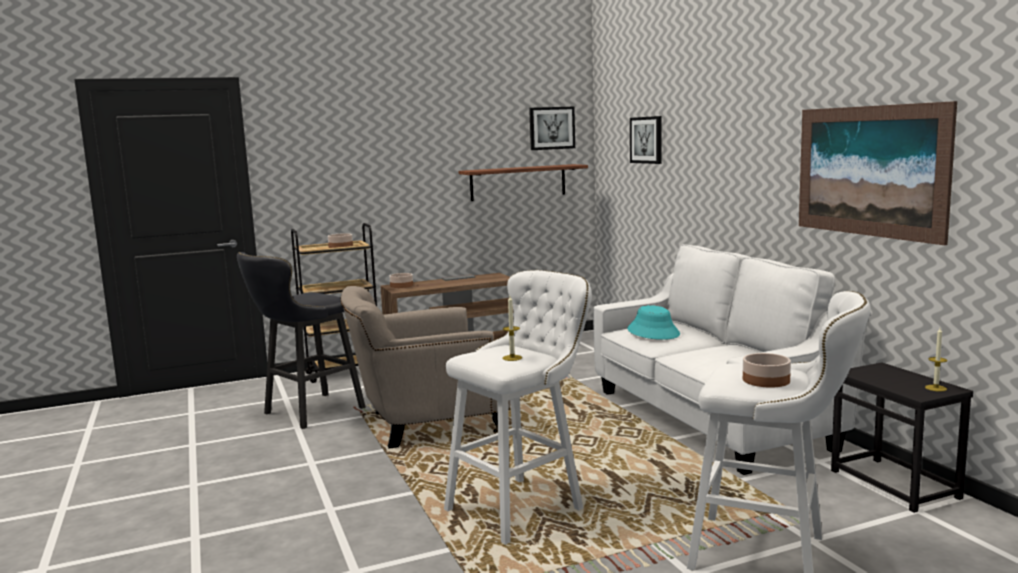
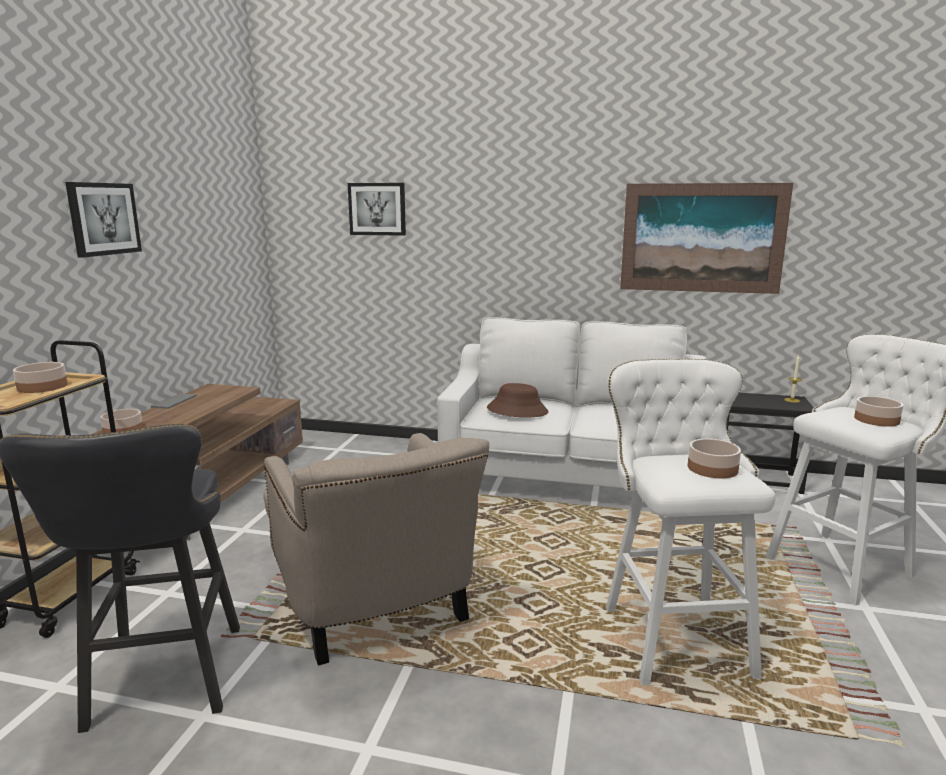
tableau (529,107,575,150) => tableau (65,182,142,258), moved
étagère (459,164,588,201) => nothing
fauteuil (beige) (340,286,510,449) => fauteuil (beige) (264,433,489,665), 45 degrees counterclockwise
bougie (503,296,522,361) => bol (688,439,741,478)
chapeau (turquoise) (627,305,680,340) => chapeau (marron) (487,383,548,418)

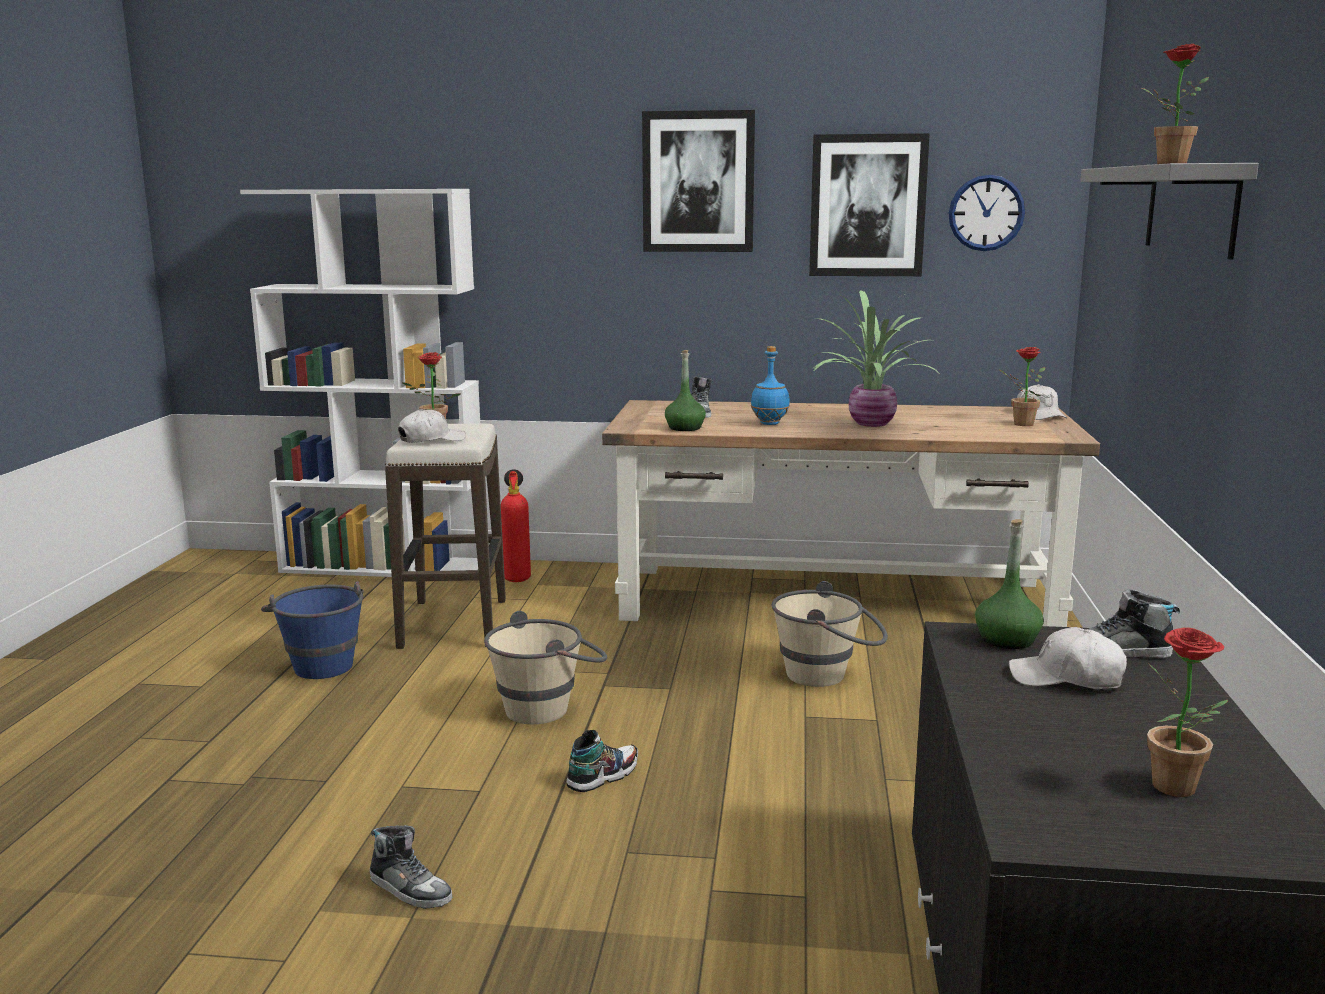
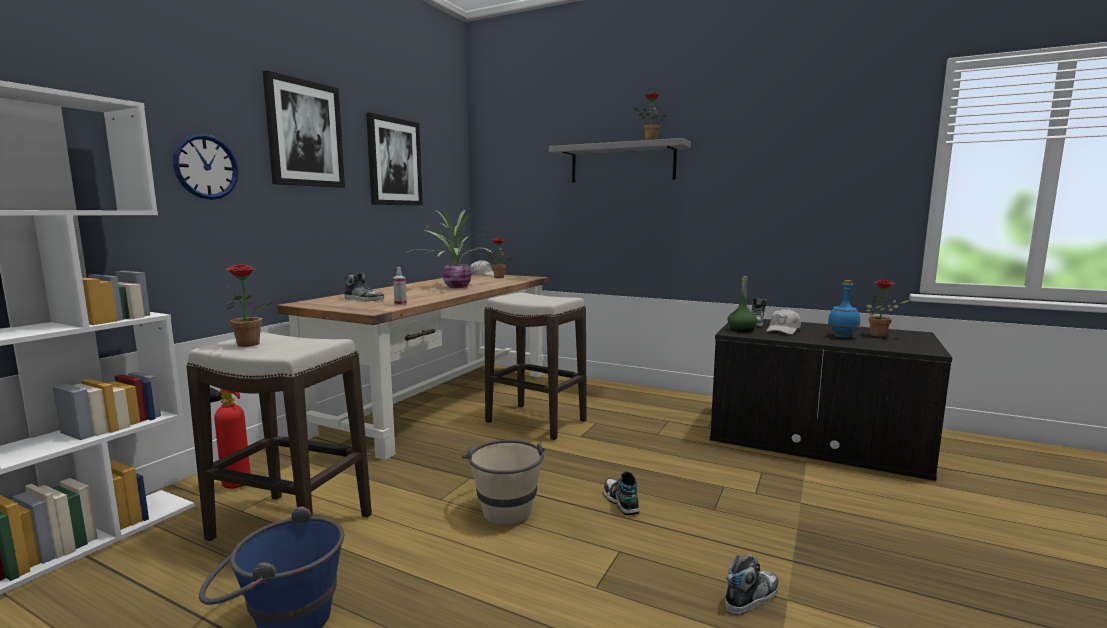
horloge murale (948,175,1025,251) => horloge murale (173,134,238,200), moved
bouteille (bleu) (751,346,790,425) => bouteille (bleu) (828,280,860,338), moved
bouteille (vert) (665,350,706,431) => vaporisateur (393,267,407,305)
casquette (blanc) (398,409,466,443) => nothing
seau (beige) (772,581,888,687) => tabouret (485,292,587,440)

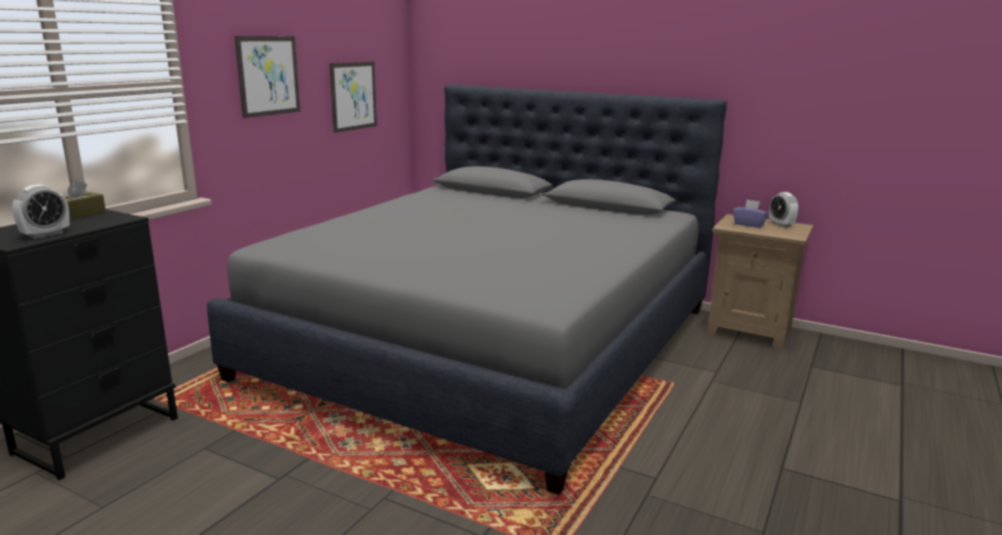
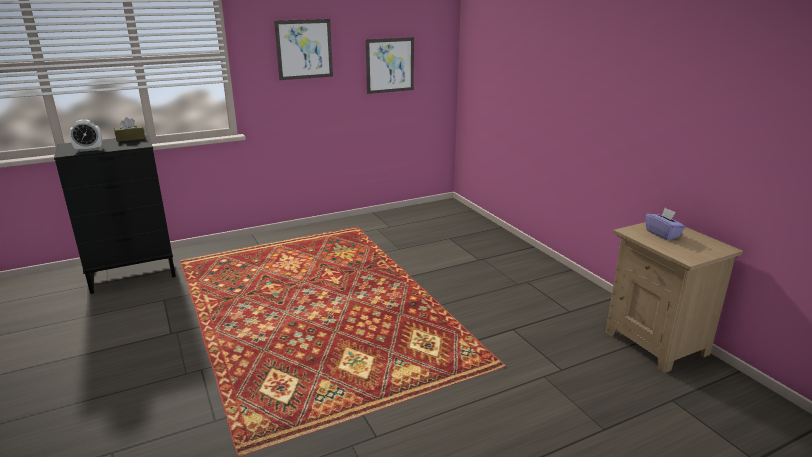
lit (gris) (207,84,727,495) => nothing
réveil (769,192,798,227) => nothing

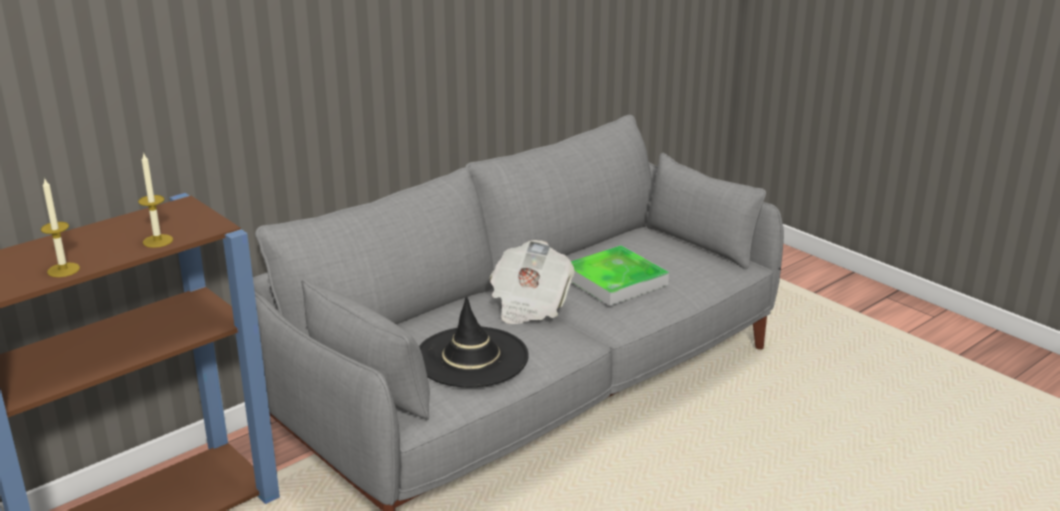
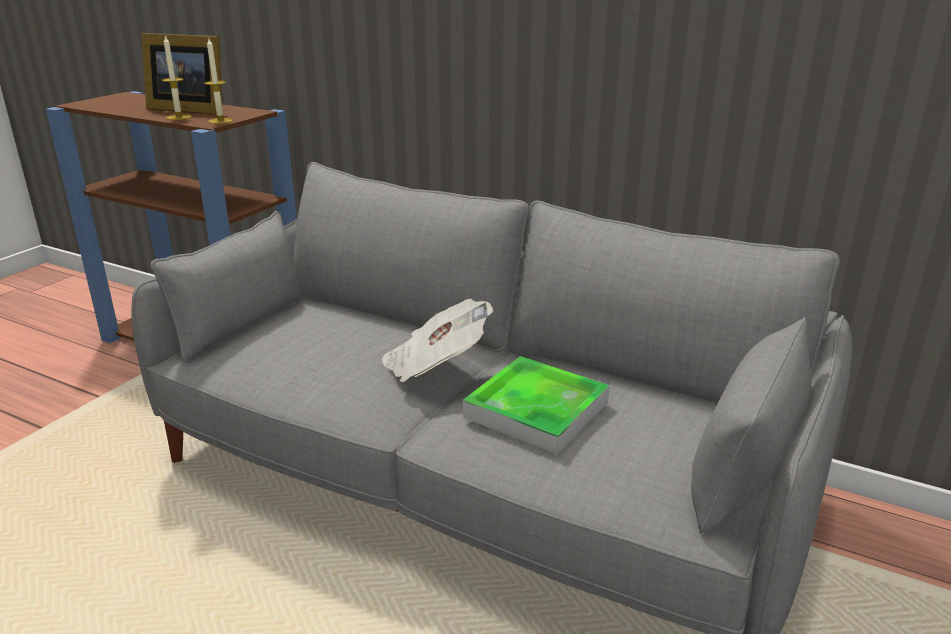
bougie (41,177,80,277) => bougie (204,38,234,124), moved
chapeau (noir) (419,296,529,388) => nothing
nothing => cadre photo (141,33,222,115)

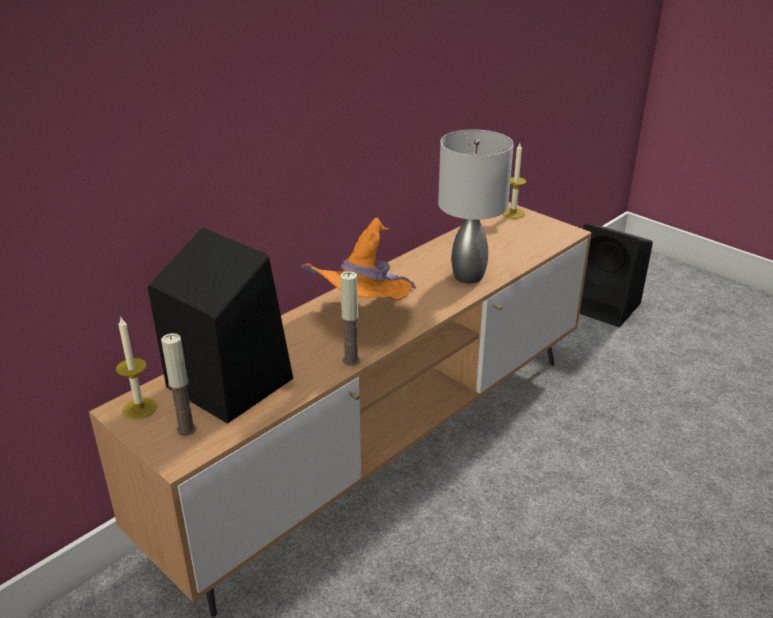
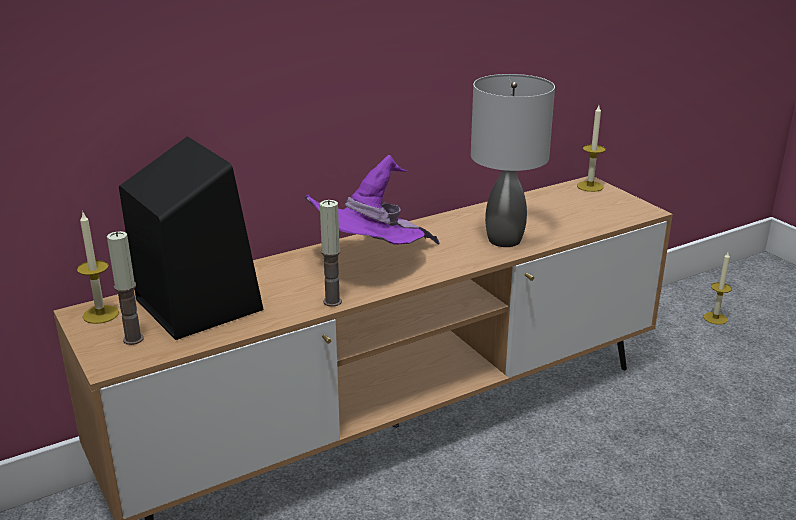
chapeau (orange) (301,218,416,300) => chapeau (violet) (304,155,440,245)
enceinte (noir) (580,224,653,327) => bougie (704,252,732,325)

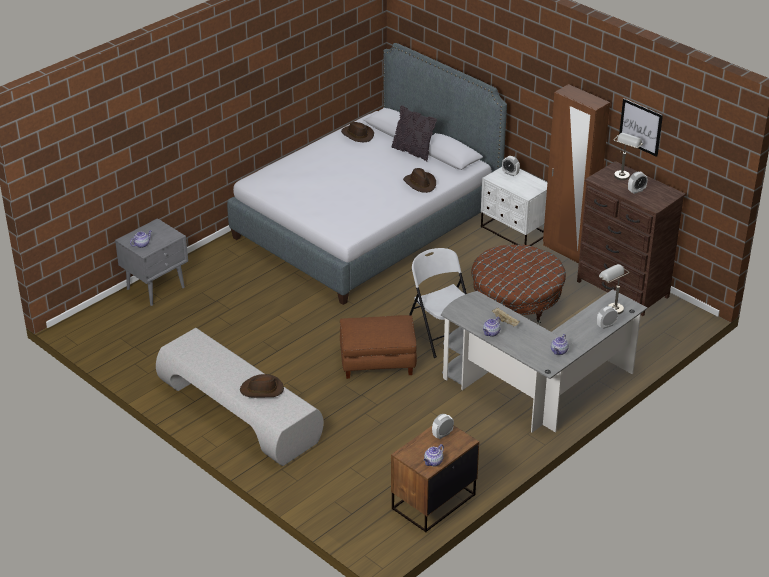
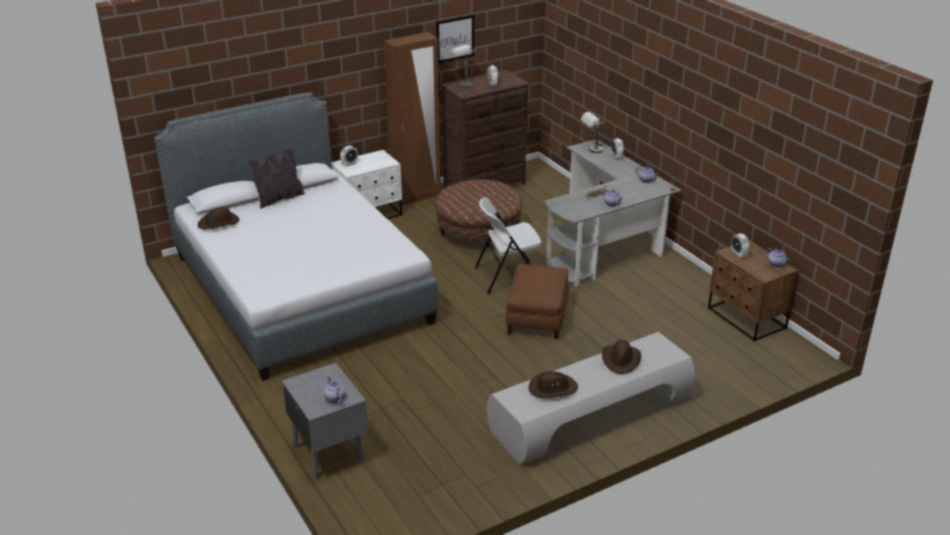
chapeau (marron) (403,168,436,193) => chapeau (marron) (529,371,578,399), moved

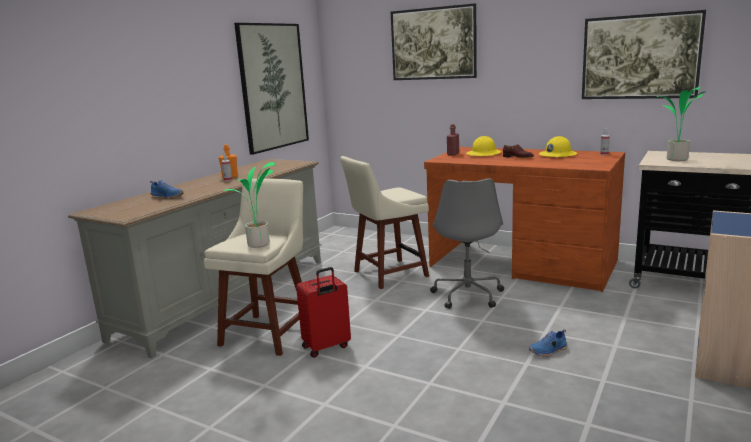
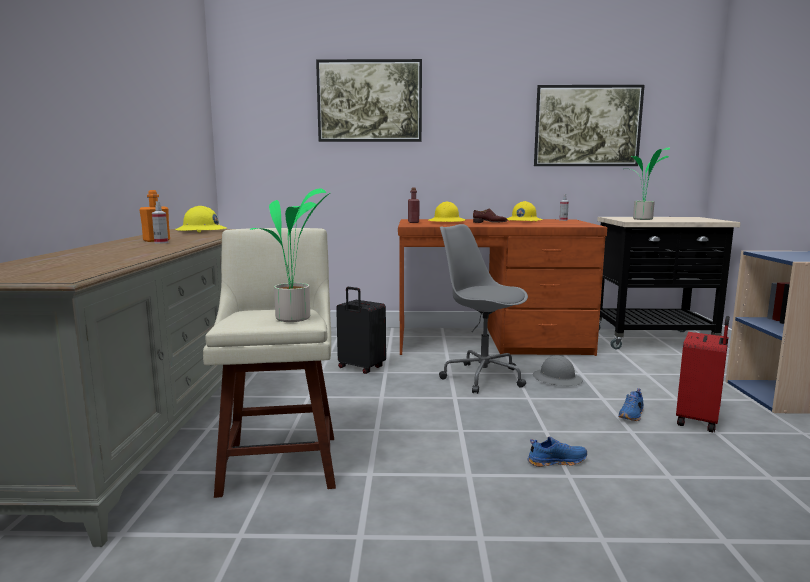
tableau (234,23,309,155) => nothing
tabouret (beige) (340,156,429,289) => valise (noir) (336,287,386,374)
chaise de bureau (gris) (430,178,505,309) => chaise de bureau (gris) (439,224,528,394), 150 degrees clockwise
chaussure (bleu) (150,180,184,199) => chaussure (bleu) (527,436,587,467), moved
valise (rouge) (296,267,351,358) => valise (rouge) (676,316,730,432), moved
nothing => casque de chantier (jaune) (175,206,227,232)
nothing => casque de chantier (gris) (533,355,583,386)

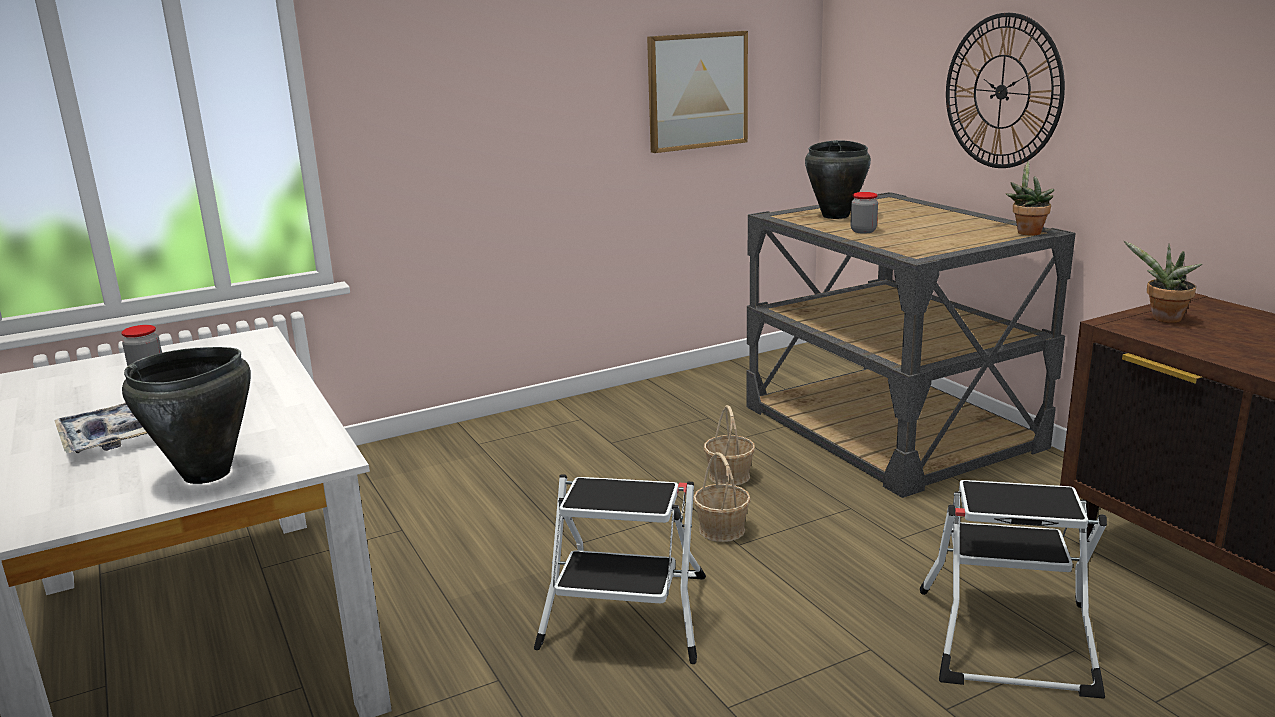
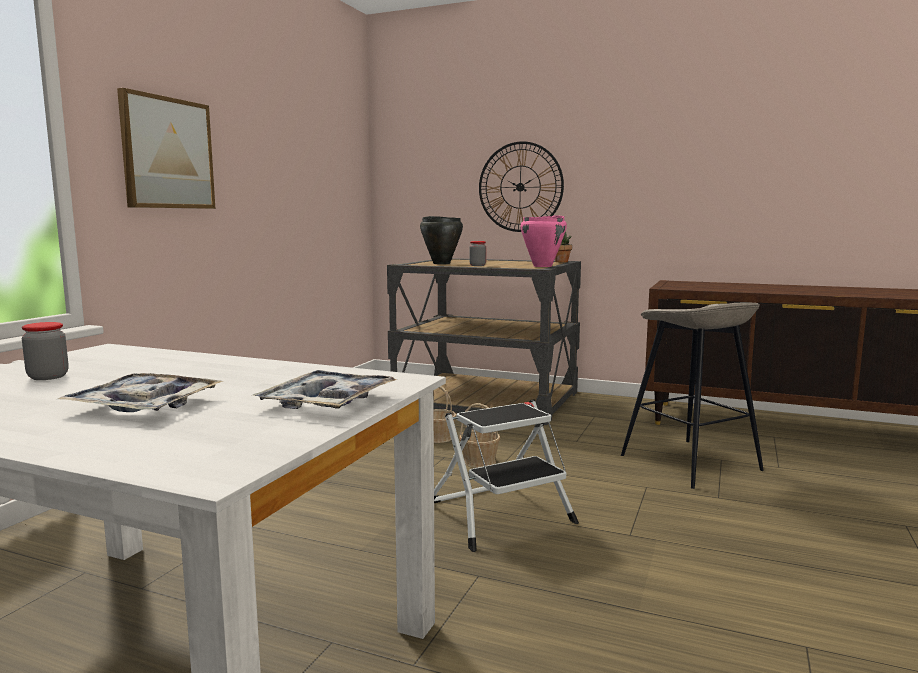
tableau (647,31,748,153) => tableau (117,88,215,209), moved
plante en pot (1124,241,1202,323) => nothing
marmite (noir) (122,347,251,484) => plateau (252,370,397,409)
escabeau (920,480,1107,699) => tabouret (gris) (621,303,764,489)
nothing => marmite (rose) (521,215,567,267)

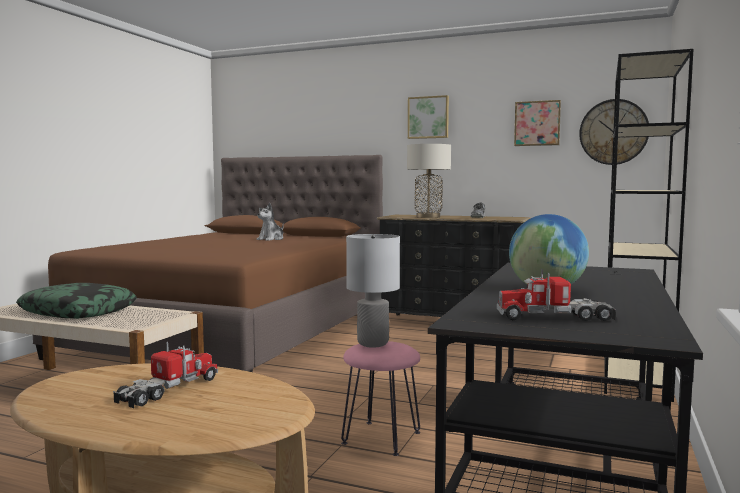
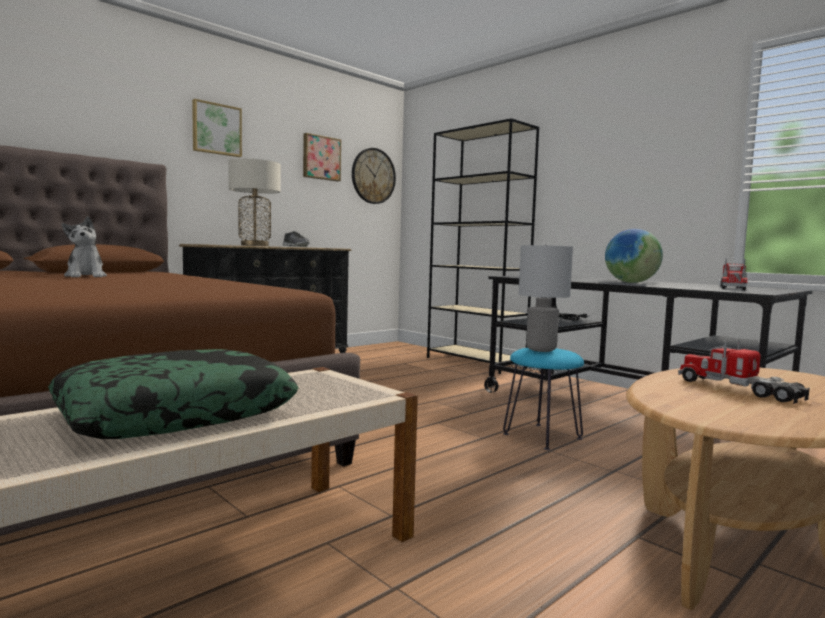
tabouret (rose) (341,341,420,456) => tabouret (turquoise) (503,348,584,450)

